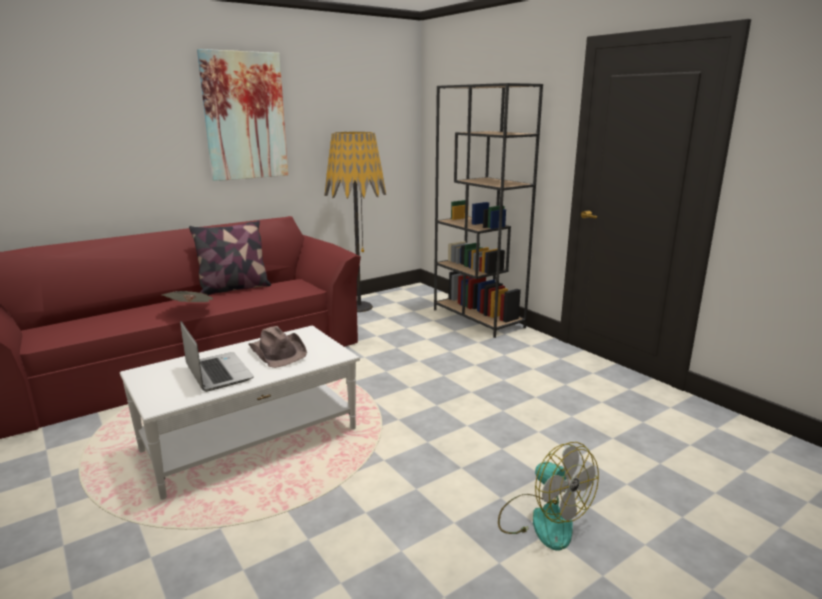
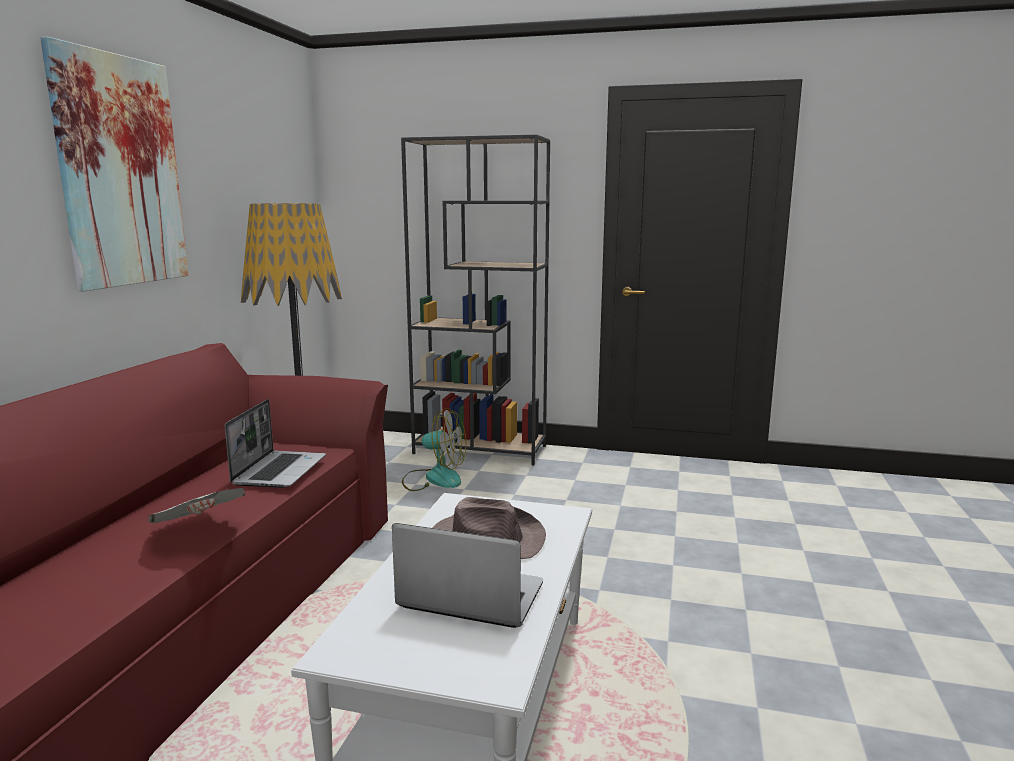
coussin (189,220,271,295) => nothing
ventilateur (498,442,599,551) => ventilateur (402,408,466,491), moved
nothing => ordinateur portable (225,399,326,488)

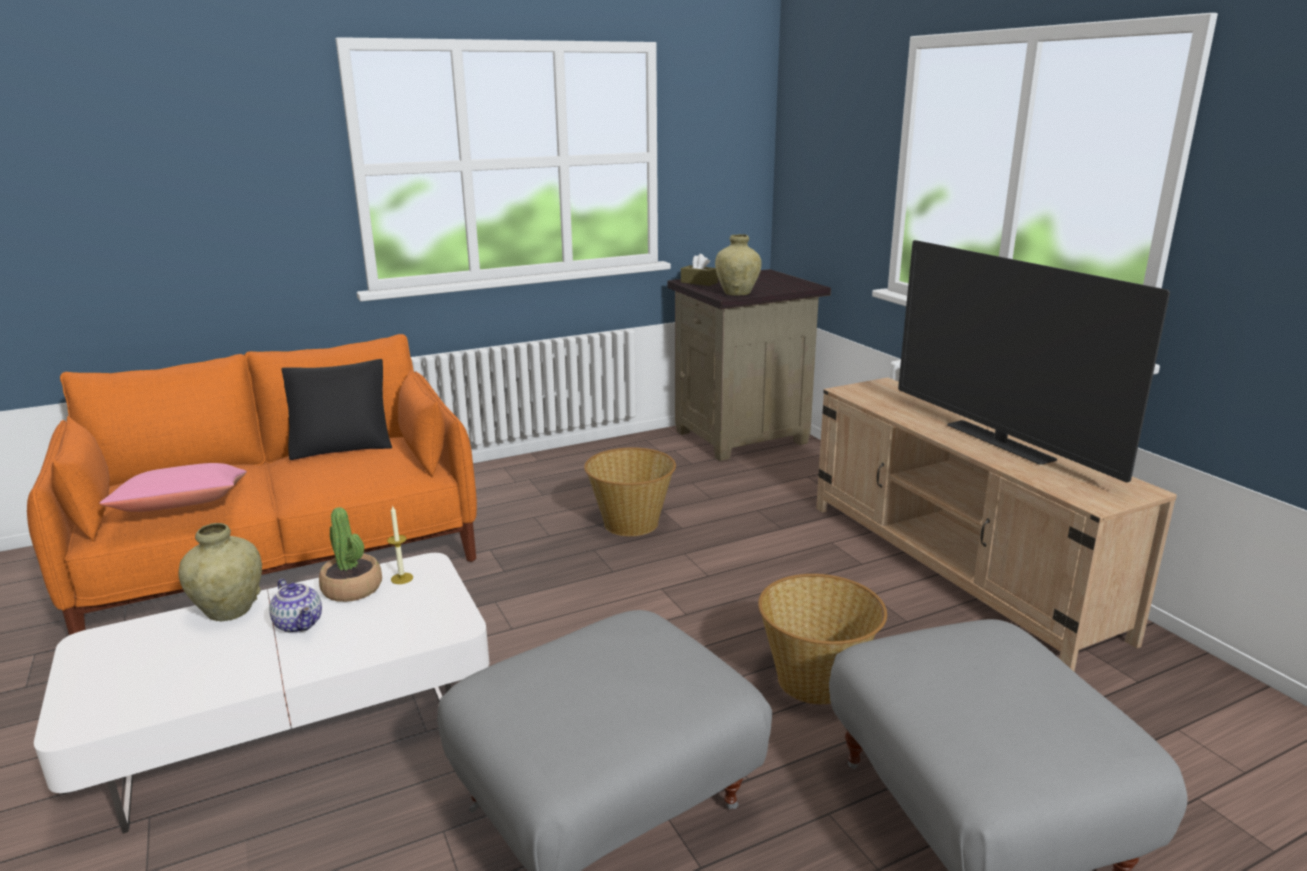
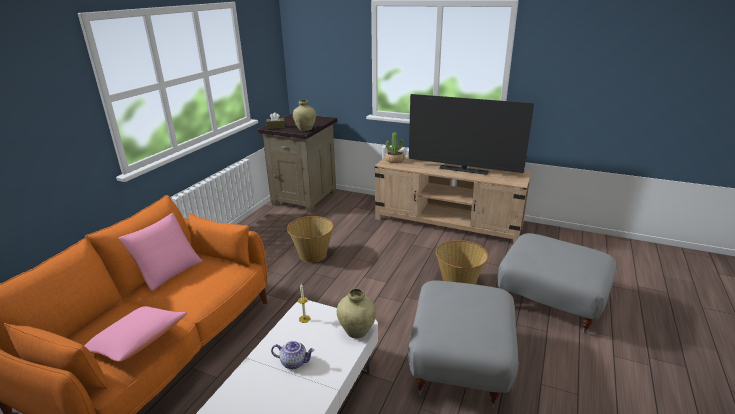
coussin (noir) (281,359,392,460) => coussin (rose) (118,213,203,291)
plante en pot (319,507,382,602) => plante en pot (385,132,405,163), moved
vase (beige) (179,523,262,621) => vase (beige) (337,288,376,339), moved

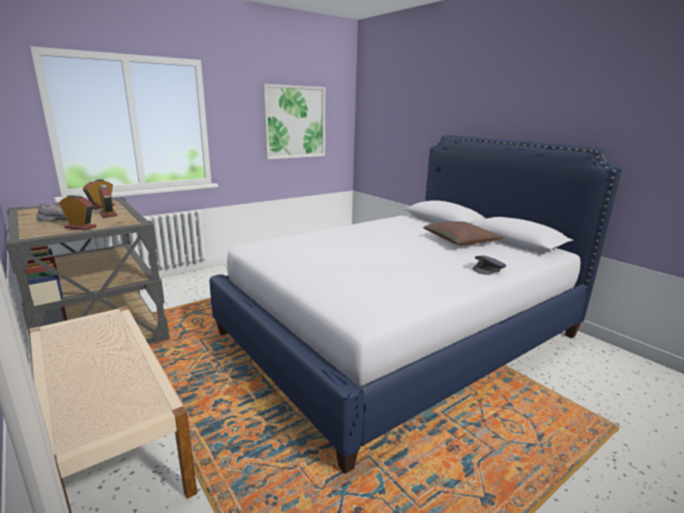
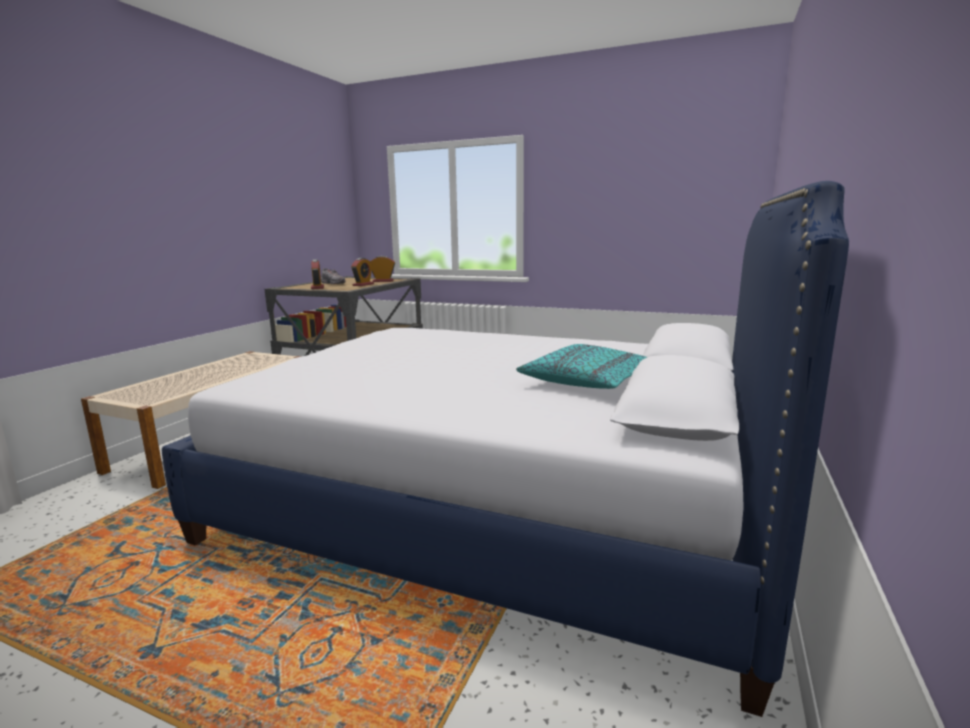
tableau (263,84,326,159) => nothing
coussin (marron) (423,221,504,245) => coussin (turquoise) (516,344,647,389)
casquette (gris) (472,256,506,275) => nothing

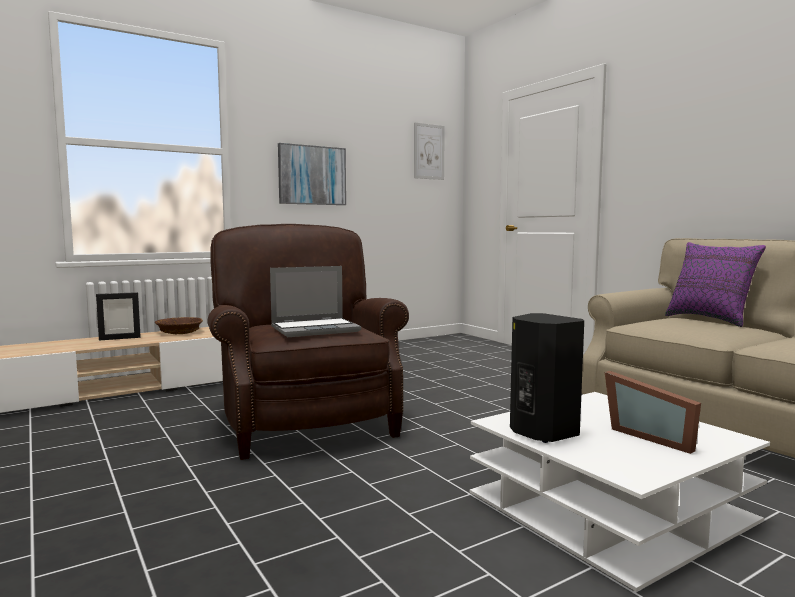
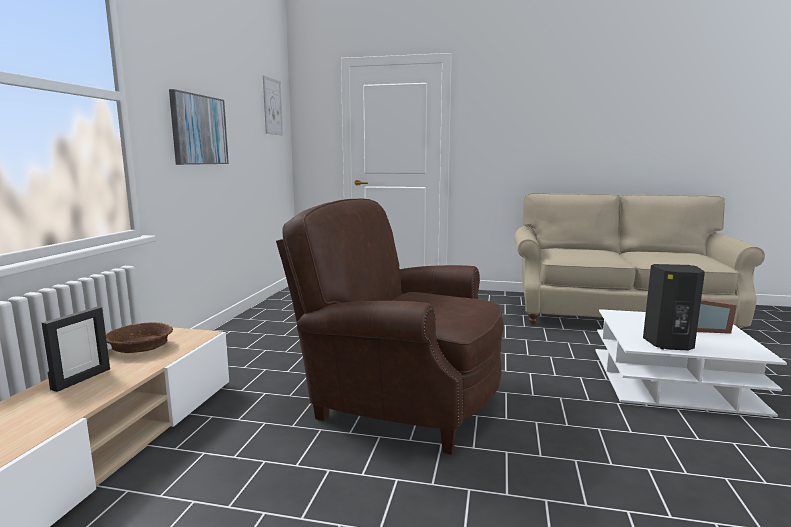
coussin (violet) (665,242,766,327) => nothing
ordinateur portable (270,266,361,337) => nothing

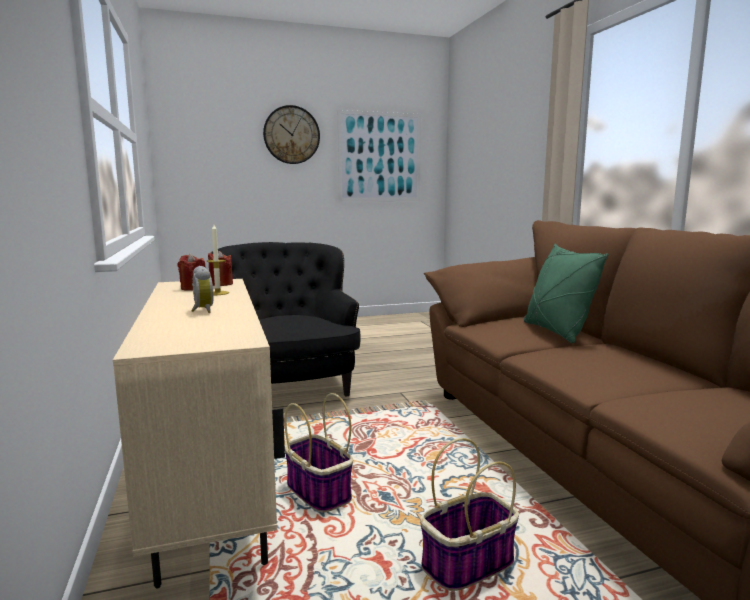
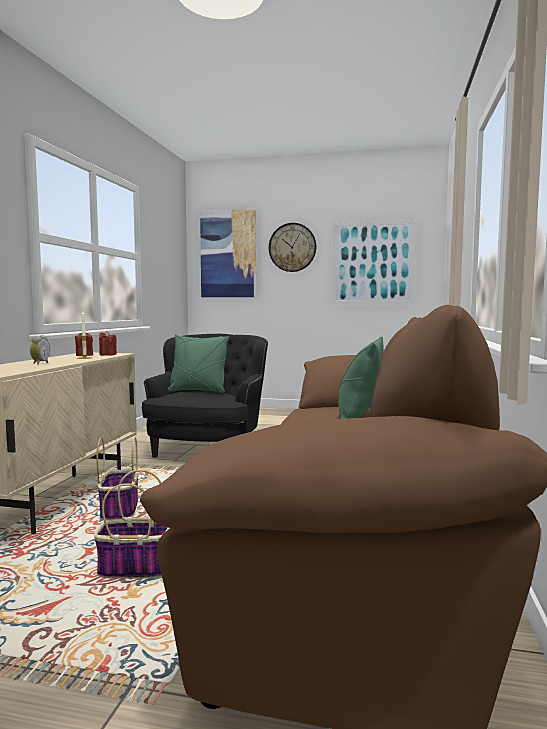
nothing => tableau (200,209,256,297)
nothing => coussin (vert) (168,334,229,393)

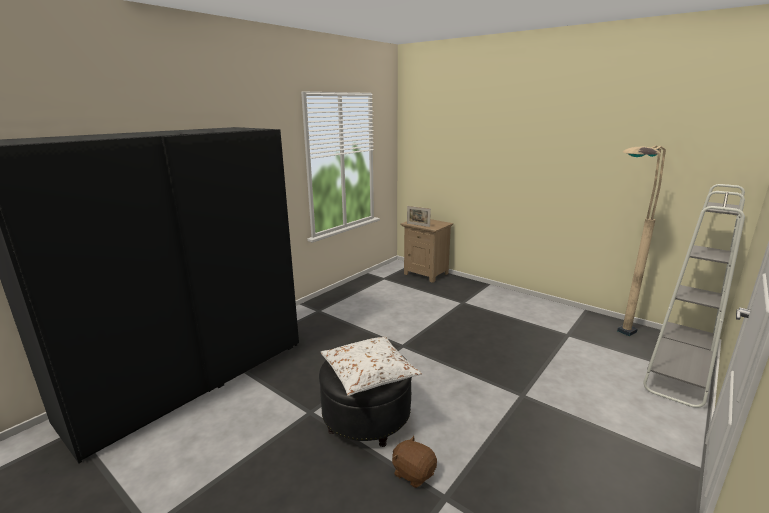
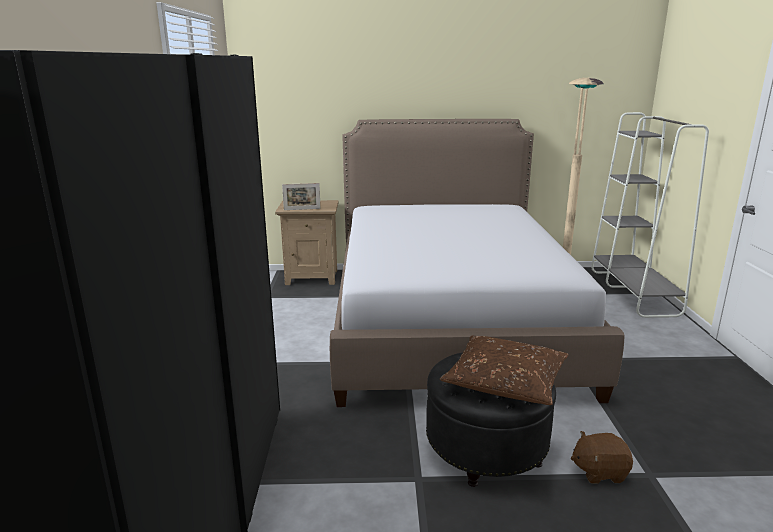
coussin (blanc) (321,336,422,396) => coussin (marron) (440,336,568,405)
nothing => lit (330,119,625,407)

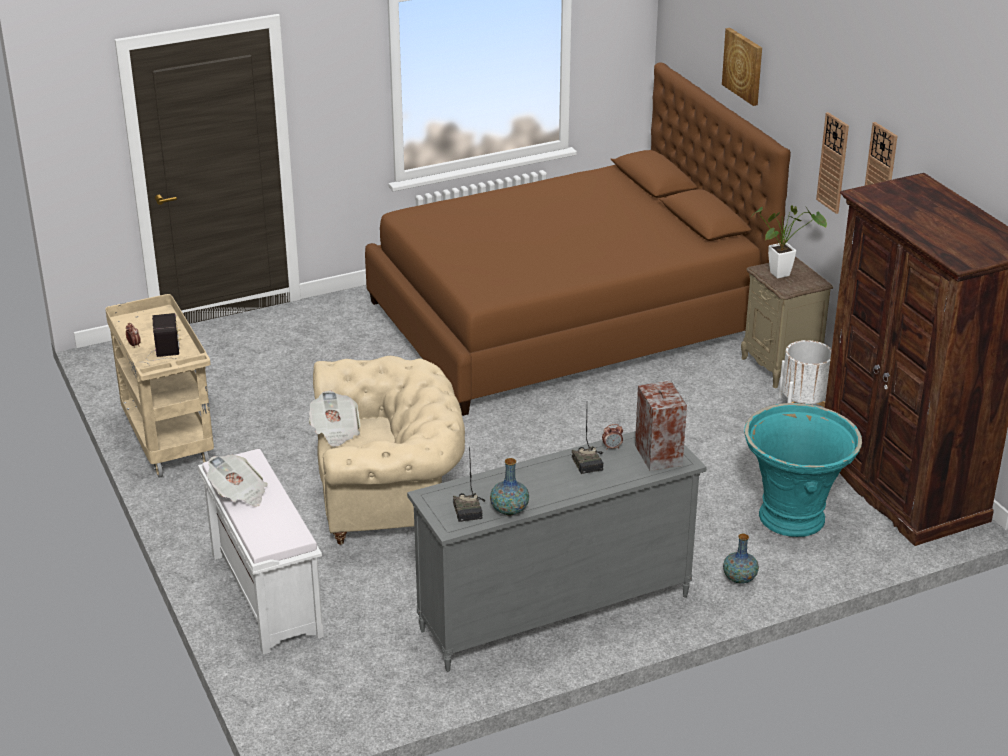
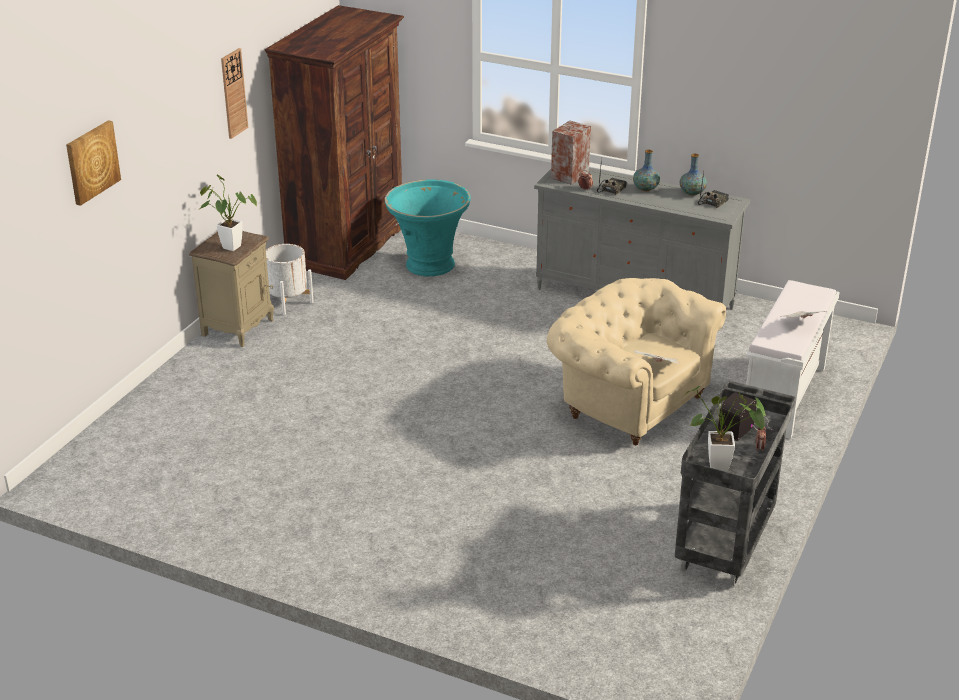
lit (marron) (365,63,791,416) => nothing
horloge murale (816,112,849,214) => nothing
chariot (beige) (105,294,214,478) => chariot (noir) (675,381,796,586)
vase (723,533,759,583) => vase (633,150,660,191), moved
nothing => plante en pot (685,386,765,472)

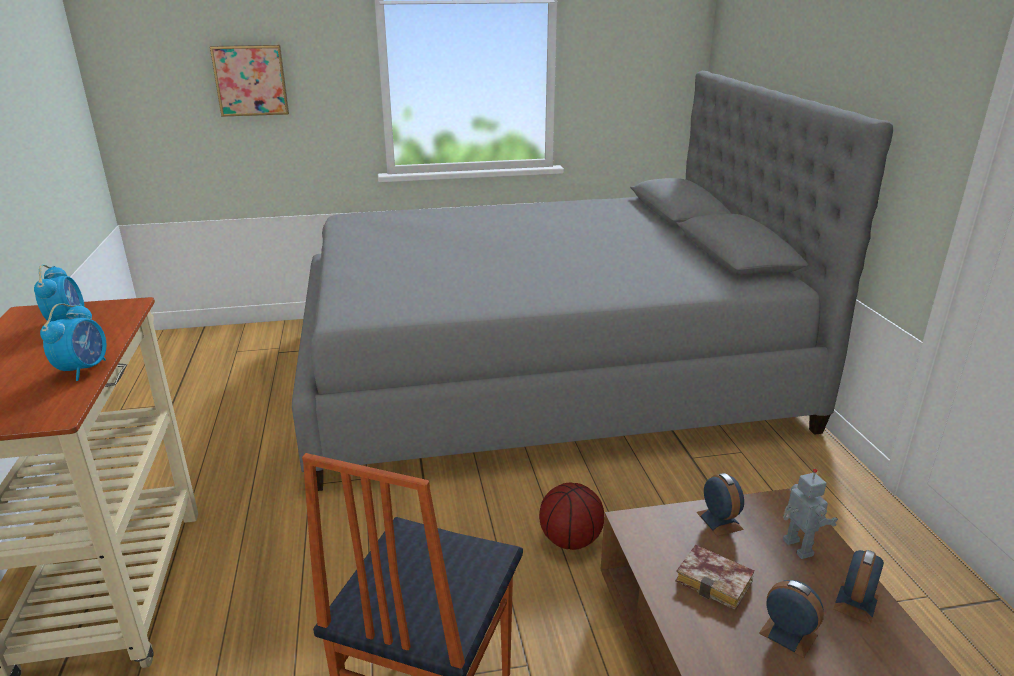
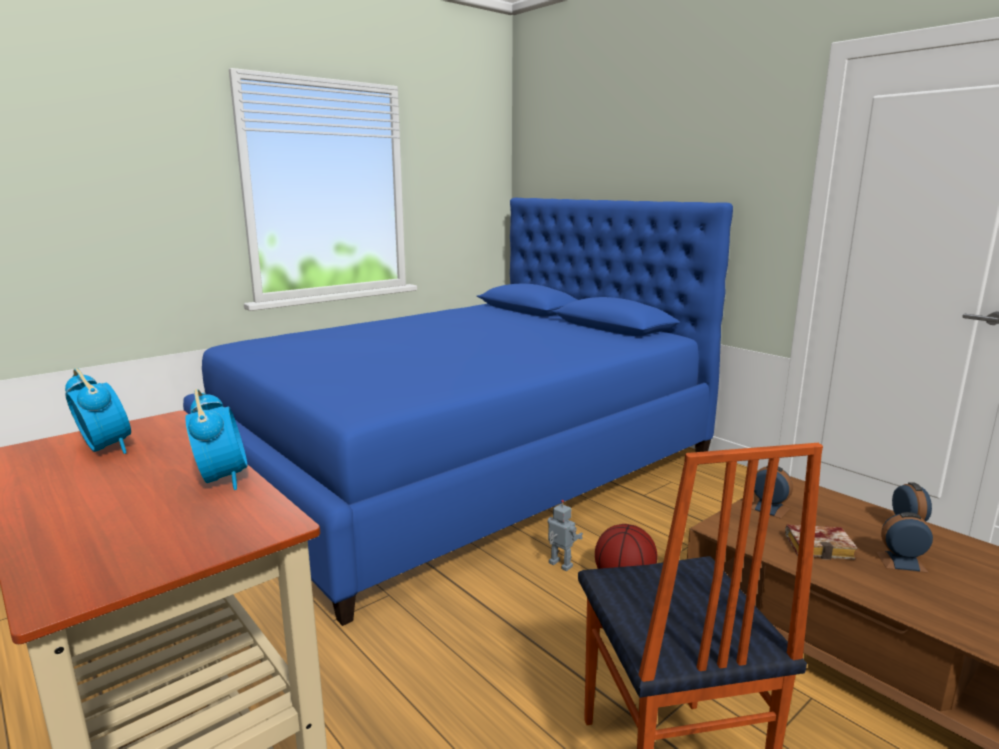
tableau (210,45,289,117) => nothing
lit (gris) (292,71,893,491) => lit (bleu) (183,198,733,626)
robot jouet (783,469,838,559) => robot jouet (548,500,583,571), moved

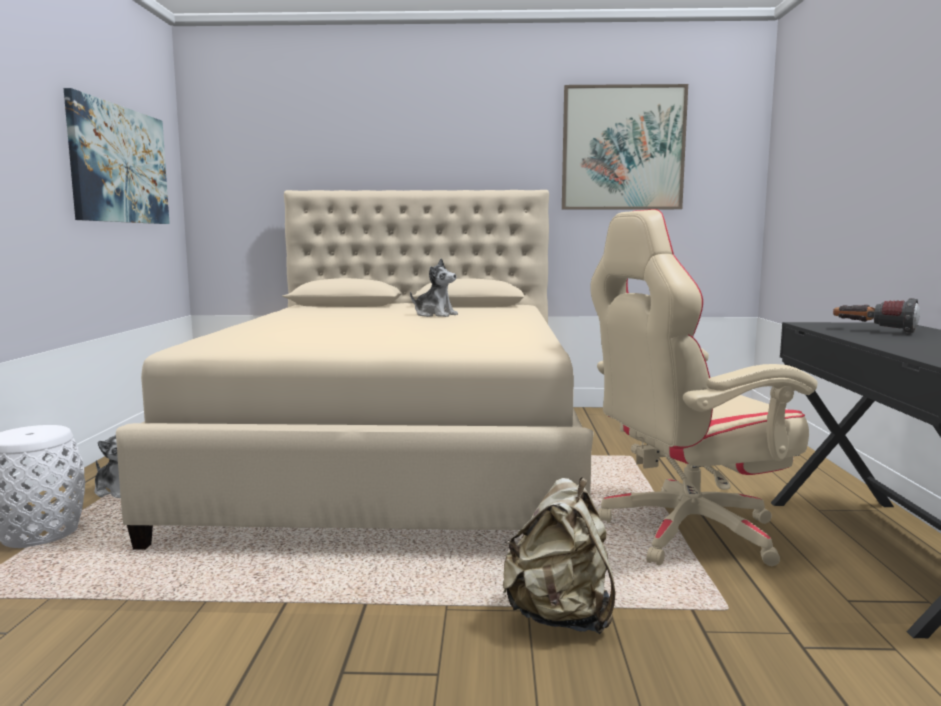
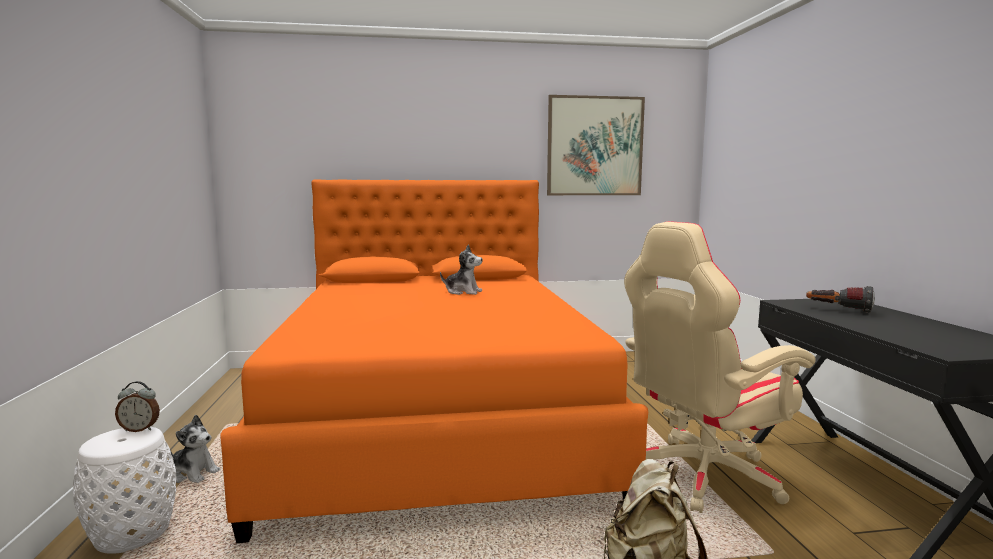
tableau (64,88,170,224) => nothing
lit (beige) (116,190,594,550) => lit (orange) (220,179,648,543)
nothing => réveil (115,381,160,432)

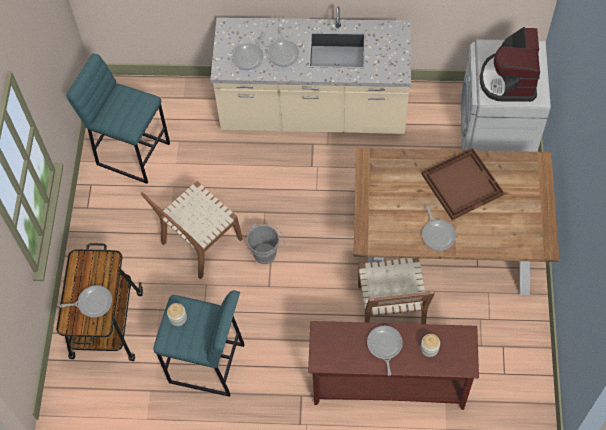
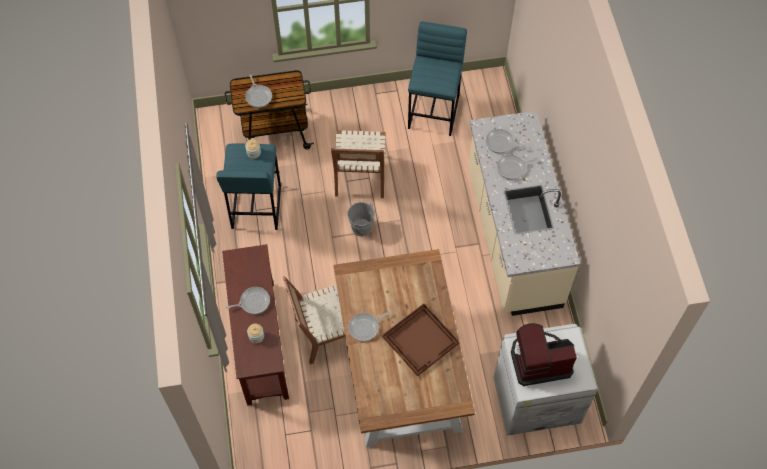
chaise (141,181,243,279) => chaise (331,130,386,198), 120 degrees counterclockwise

